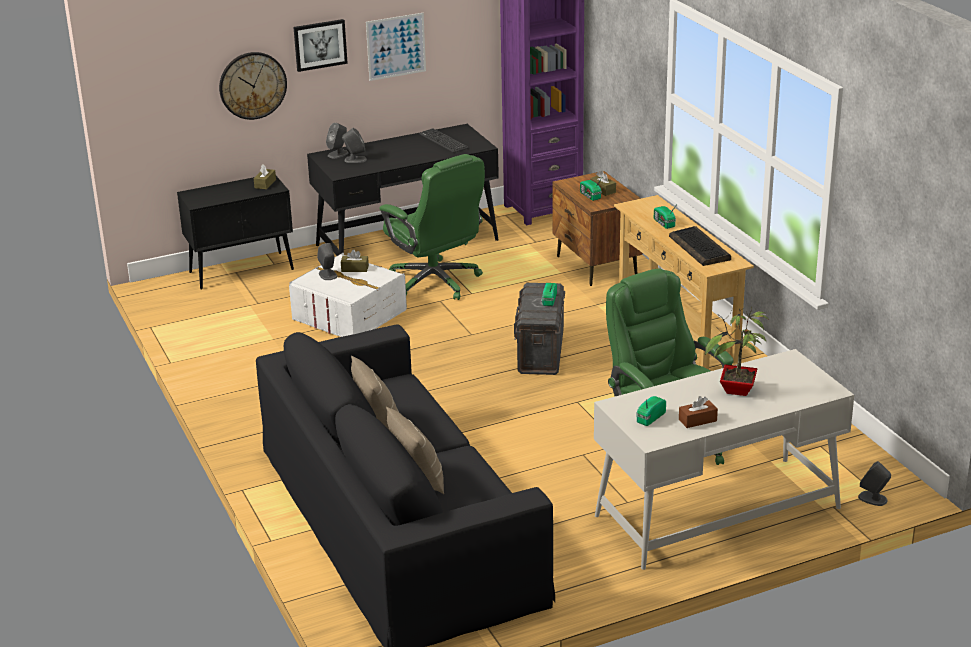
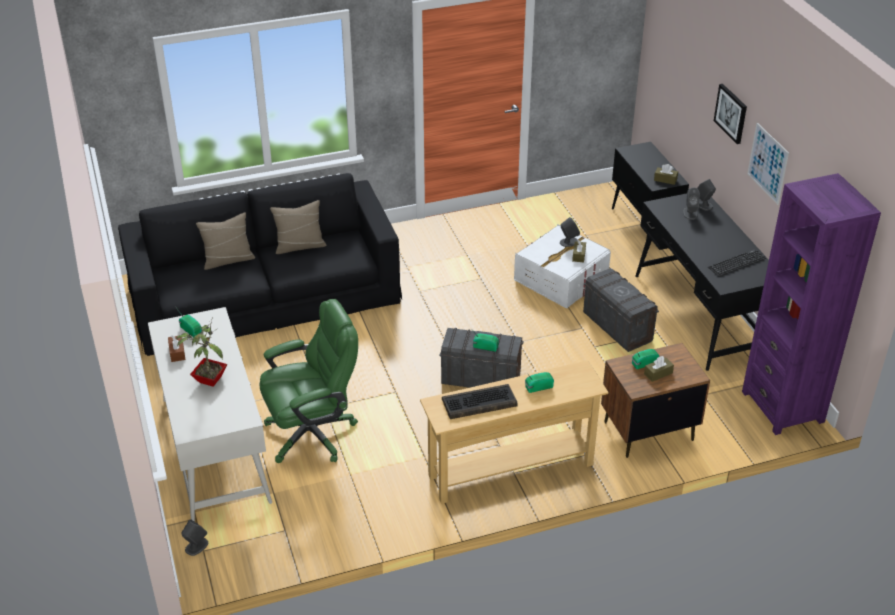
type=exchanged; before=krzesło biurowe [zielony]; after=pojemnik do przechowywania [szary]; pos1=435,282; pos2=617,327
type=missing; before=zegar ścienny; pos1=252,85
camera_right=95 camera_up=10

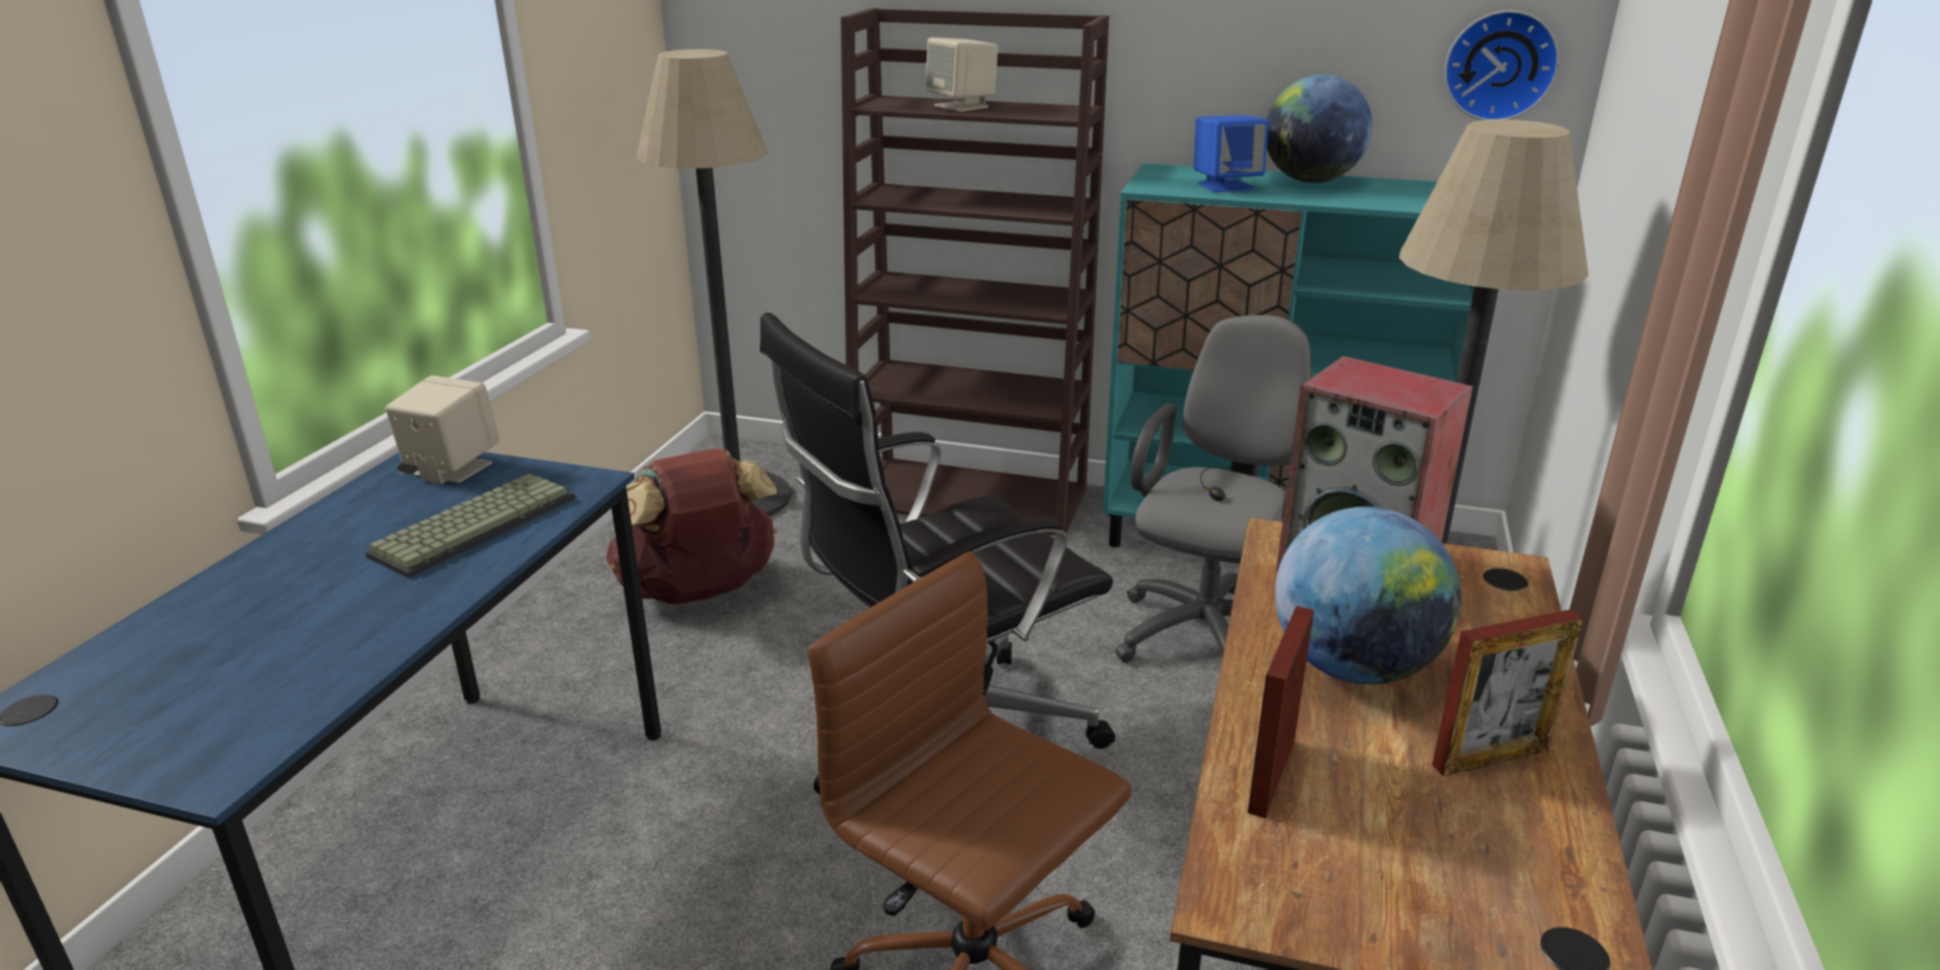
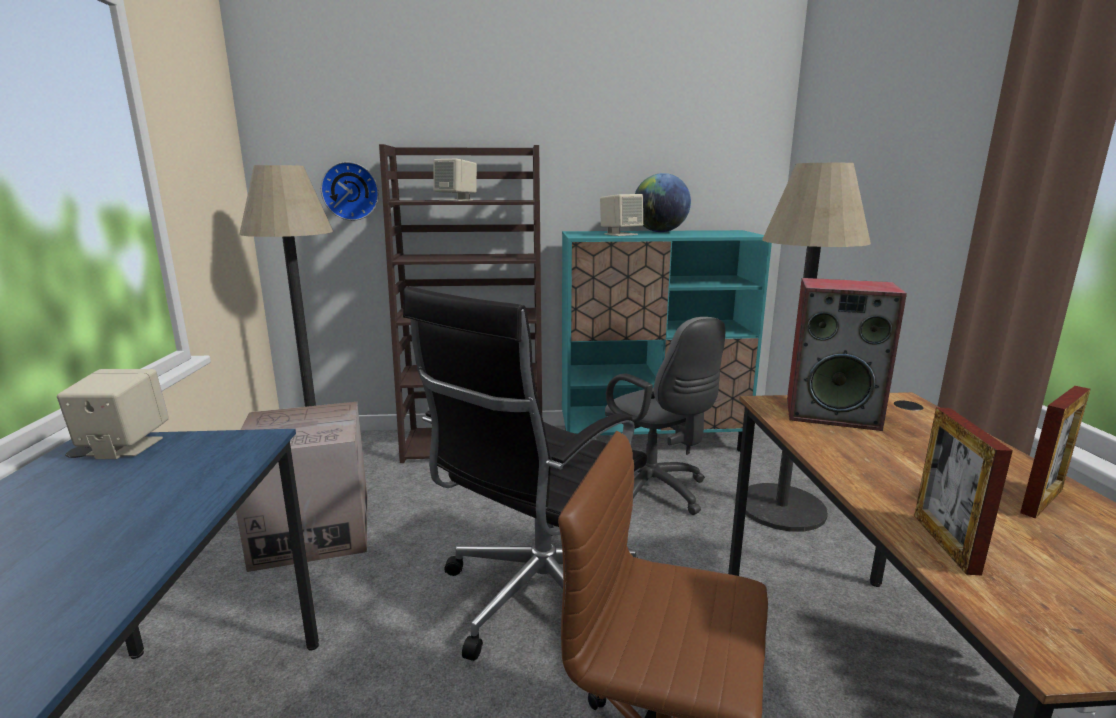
type=exchanged; before=plecak [brązowy]; after=karton; pos1=699,592; pos2=313,531
type=relocated; before=zegar ścienny; pos1=1500,65; pos2=351,191
type=colour; before=głośnik [niebieski]; after=głośnik [beżowy]; pos1=1226,186; pos2=620,234
type=spun; before=krzesło biurowe [szary]; pos1=1209,630; pos2=655,492; turn=135
type=missing; before=klawiatura; pos1=475,524
type=missing; before=globus; pos1=1353,667
camera_right=-20 camera_up=-10

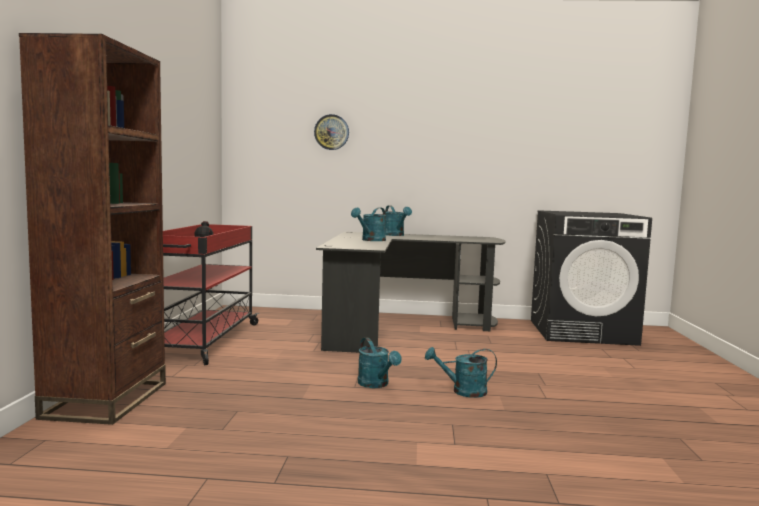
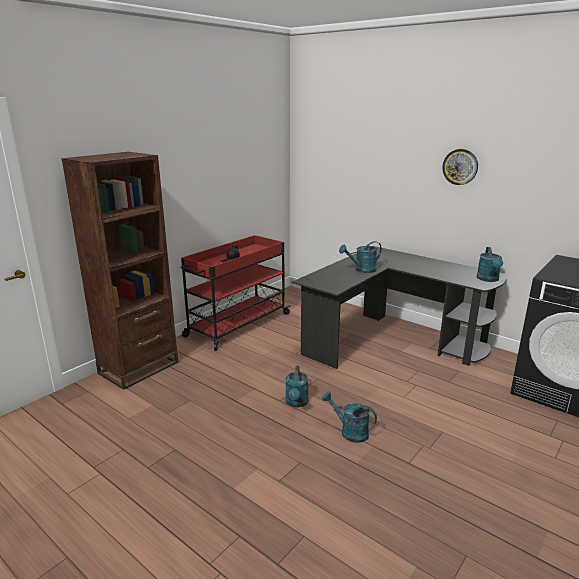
type=relocated; before=zegar ścienny; pos1=331,132; pos2=460,167
type=relocated; before=konewka [turkusowy]; pos1=395,235; pos2=488,279
camera_right=35 camera_up=15

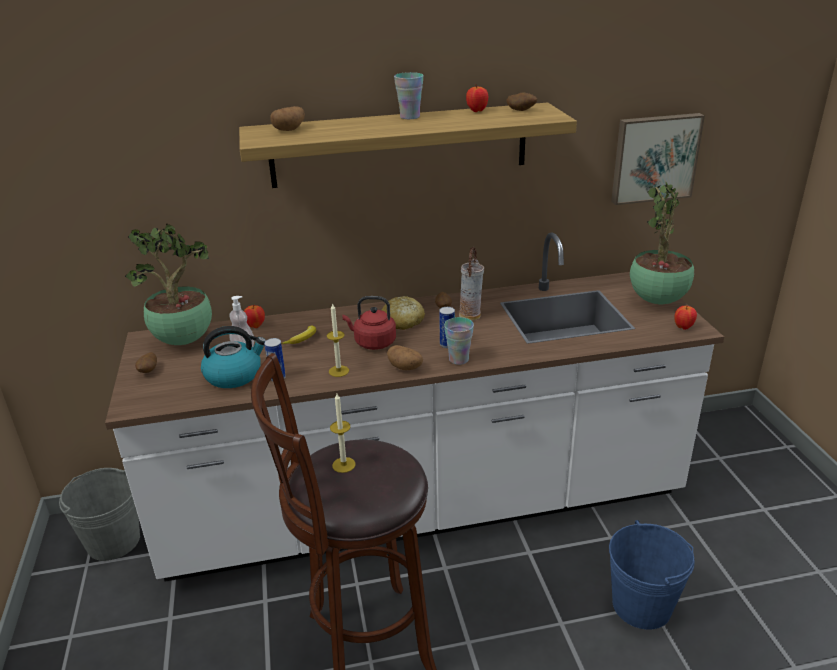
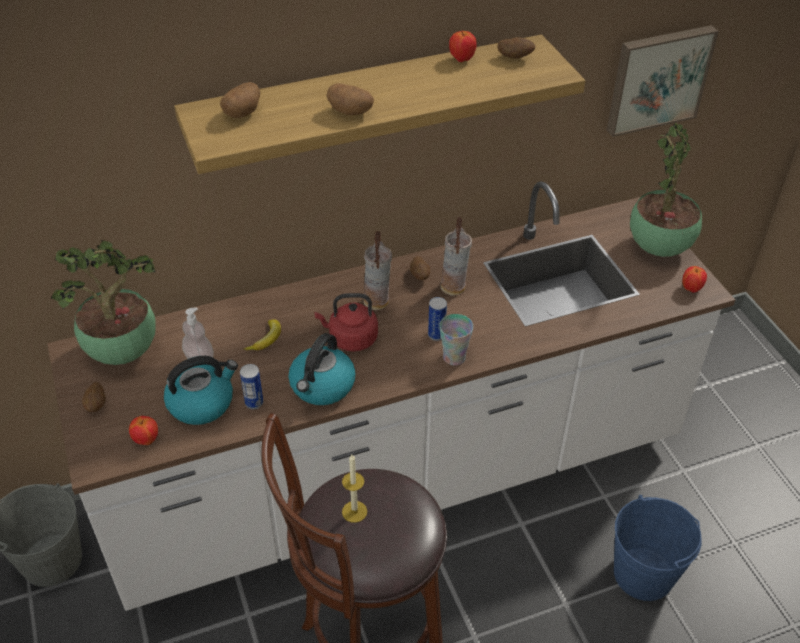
type=relocated; before=jabłko; pos1=255,326; pos2=146,440
type=exchanged; before=świeca; after=czajnik; pos1=339,371; pos2=322,386
type=relocated; before=ziemniak; pos1=405,368; pos2=351,112
type=exchanged; before=chleb; after=wazon; pos1=403,321; pos2=377,301
type=missing; before=filiżanka; pos1=410,117
camera_right=-10 camera_up=15

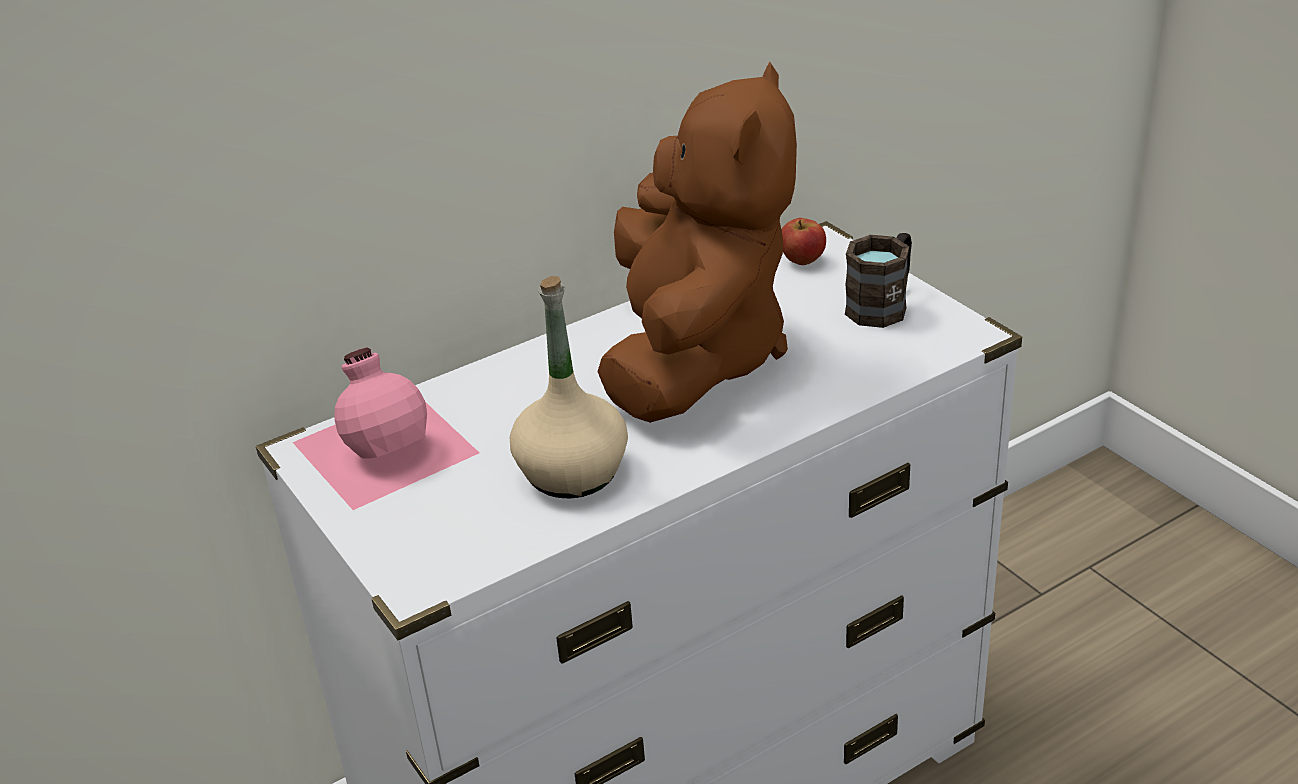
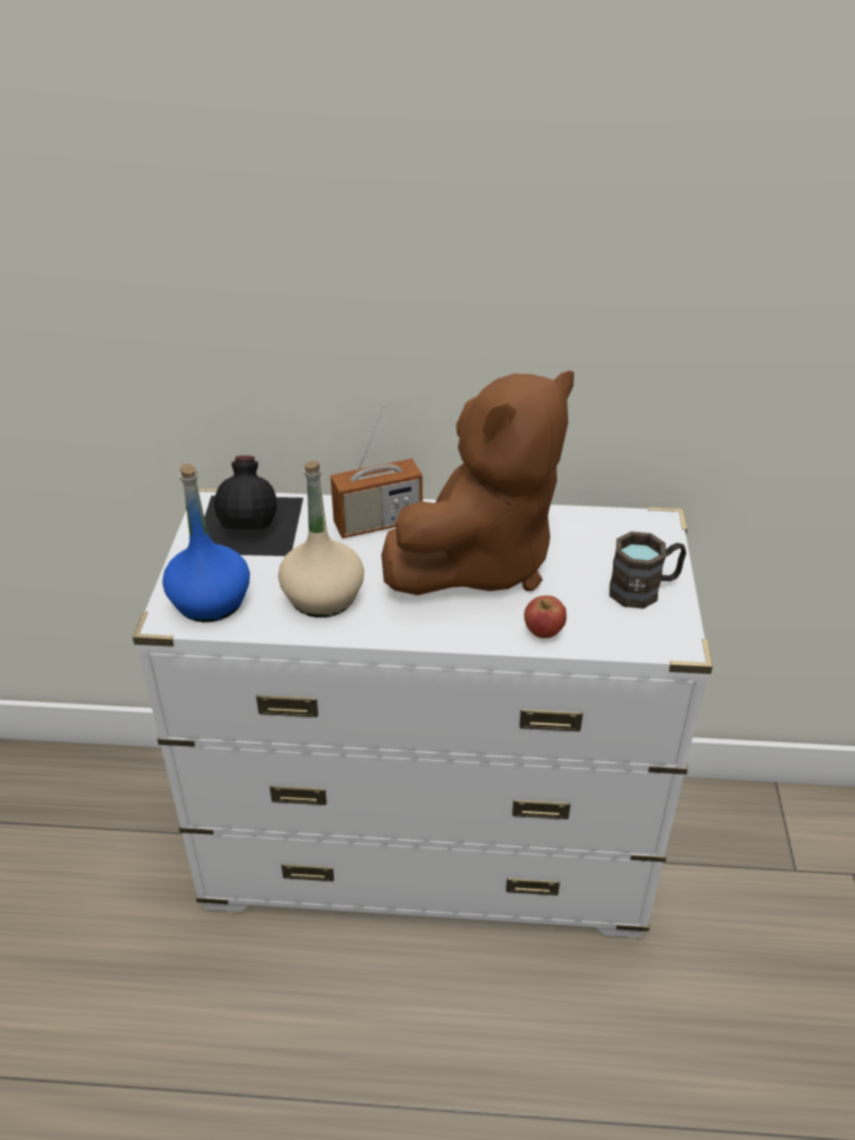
type=appeared; after=butelka [niebieski]; pos2=211,601
type=colour; before=butelka [różowy]; after=butelka [czarny]; pos1=386,445; pos2=251,523
type=appeared; after=radio; pos2=378,523
type=relocated; before=jabłko; pos1=802,260; pos2=544,632
camera_right=35 camera_up=5

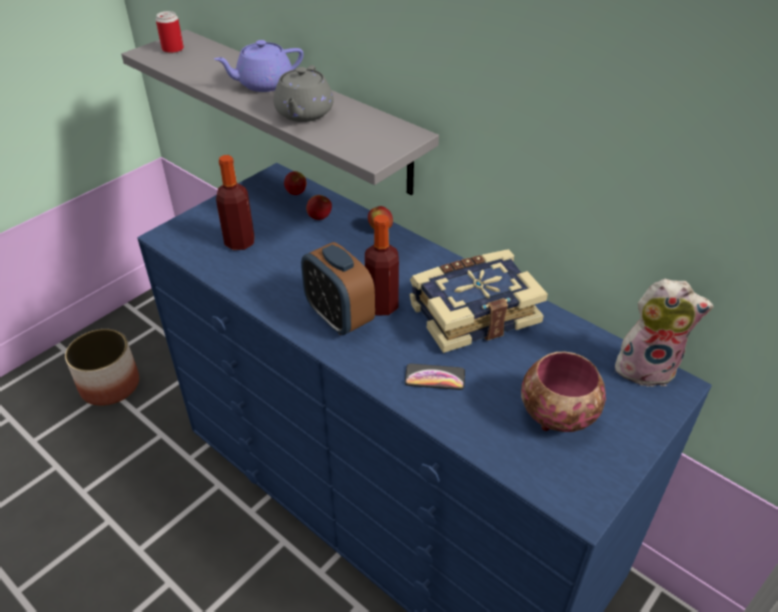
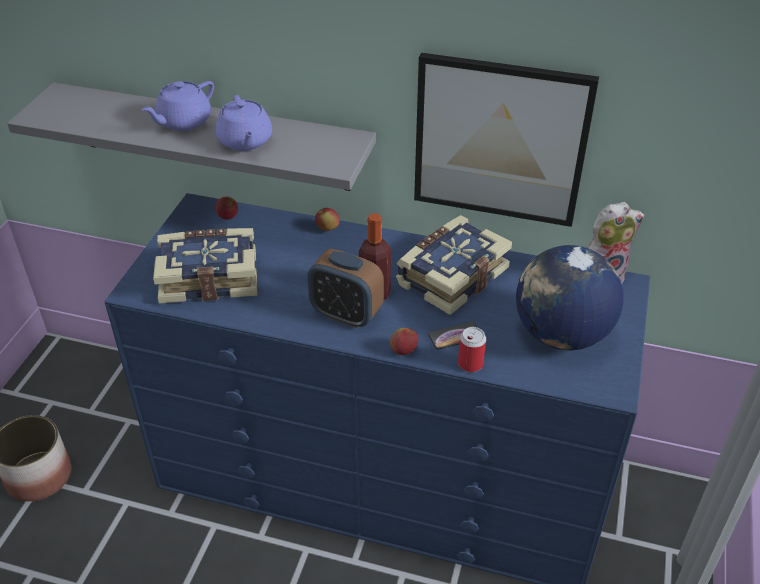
type=exchanged; before=butelka; after=książka; pos1=239,242; pos2=209,277
type=colour; before=imbryk [szary]; after=imbryk [fioletowy]; pos1=304,113; pos2=245,141
type=relocated; before=jabłko; pos1=319,217; pos2=403,350
type=appeared; after=obraz; pos2=500,140
type=relocated; before=puszka; pos1=173,49; pos2=470,364
type=exchanged; before=miska; after=globus; pos1=556,417; pos2=561,335
camera_right=-25 camera_up=0

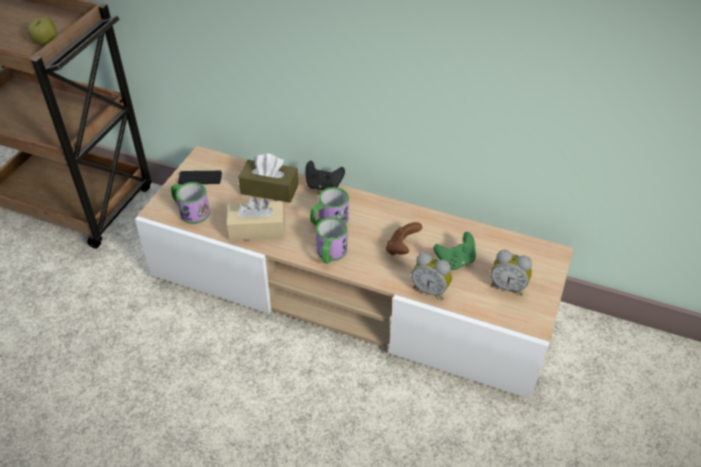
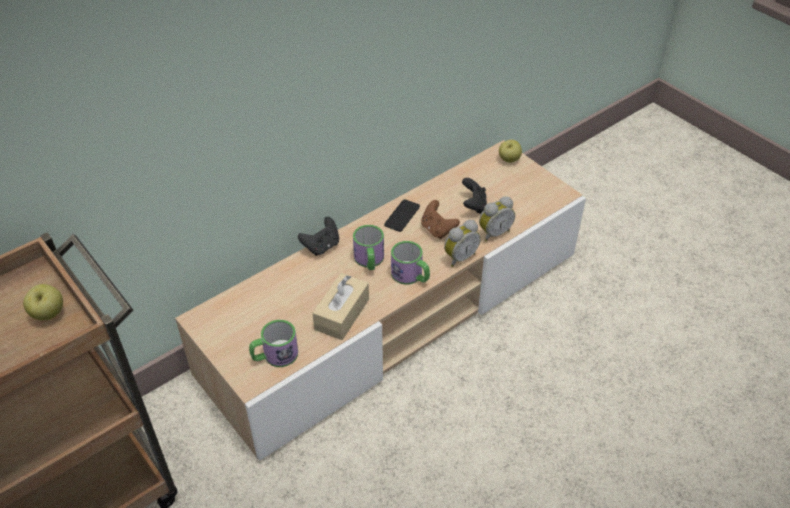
type=relocated; before=telefon; pos1=200,178; pos2=402,216
type=relocated; before=budzik; pos1=507,286; pos2=459,257
type=colour; before=pad do gier [zielony]; after=pad do gier [czarny]; pos1=455,261; pos2=473,206
type=appeared; after=jabłko; pos2=509,160
type=missing; before=pudełko chusteczek [brązowy]; pos1=269,189
camera_right=-60 camera_up=0

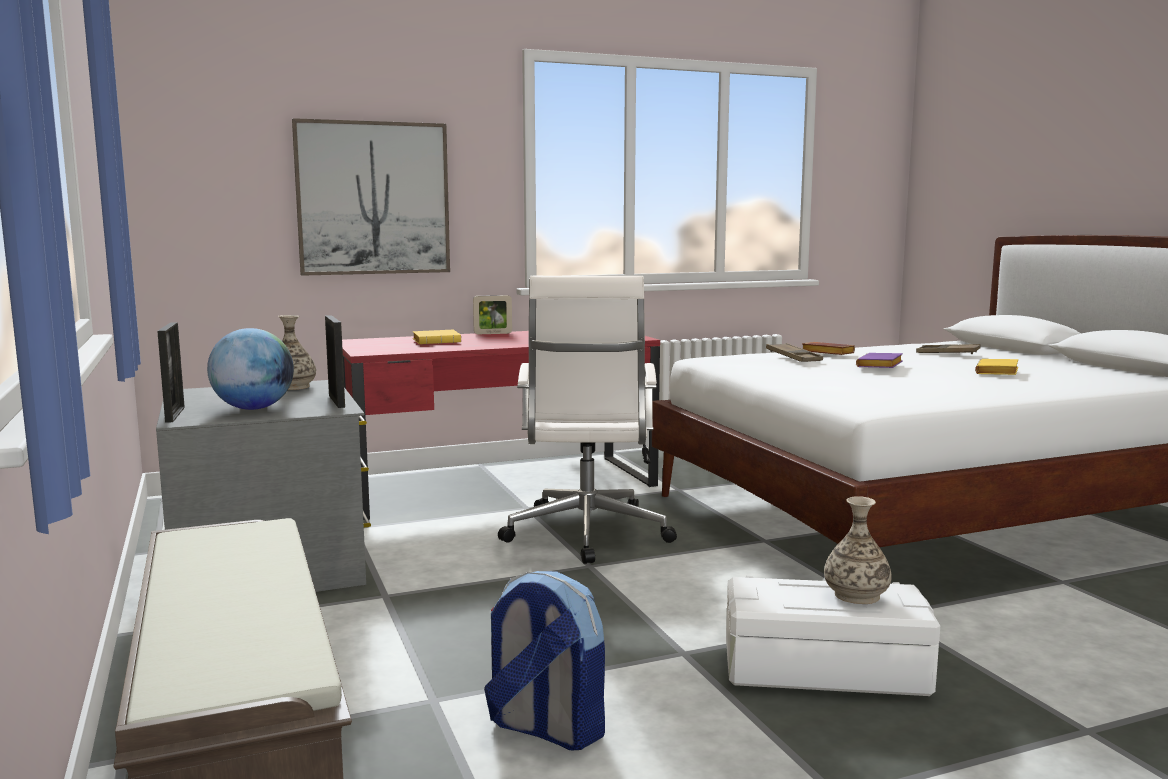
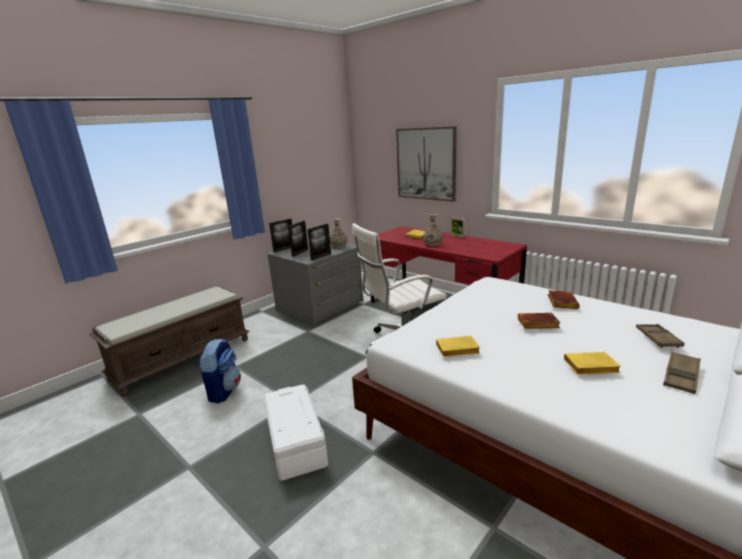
type=exchanged; before=globus; after=ramka na zdjęcie; pos1=253,408; pos2=300,253
type=relocated; before=wazon; pos1=856,595; pos2=432,244
type=appeared; after=książka [żółty]; pos2=456,350
type=colour; before=książka [fioletowy]; after=książka [brązowy]; pos1=880,366; pos2=537,324
type=relocated; before=taca [brązowy]; pos1=793,357; pos2=681,376
camera_right=65 camera_up=10

